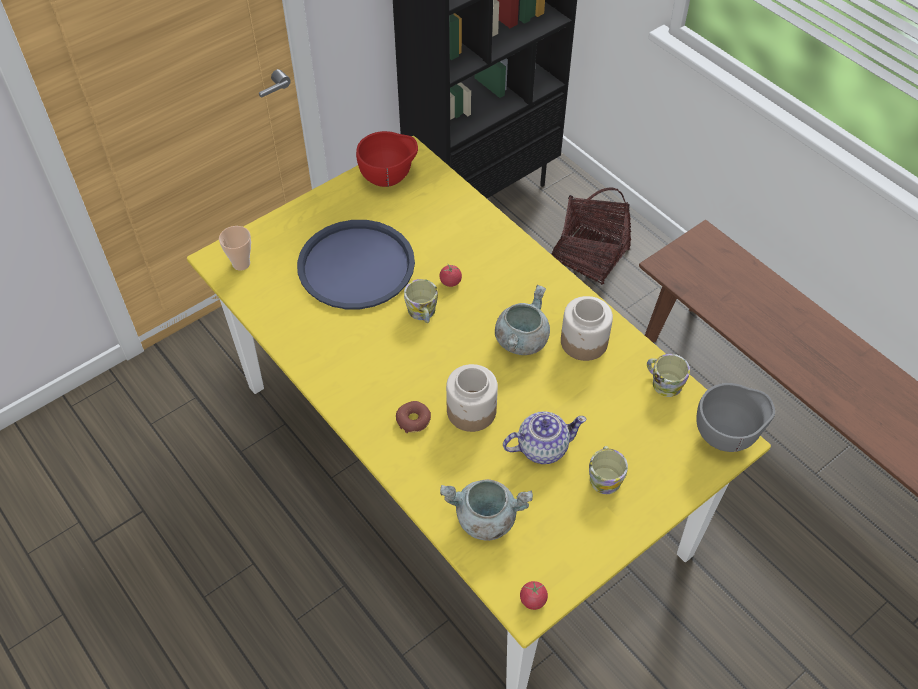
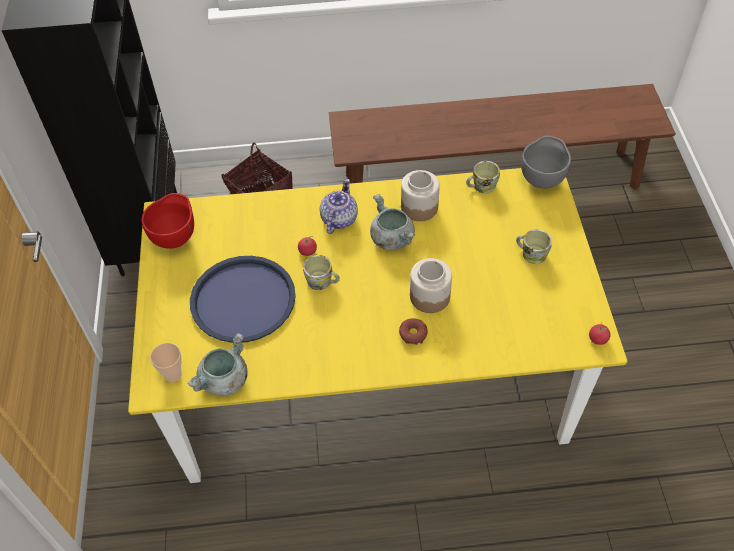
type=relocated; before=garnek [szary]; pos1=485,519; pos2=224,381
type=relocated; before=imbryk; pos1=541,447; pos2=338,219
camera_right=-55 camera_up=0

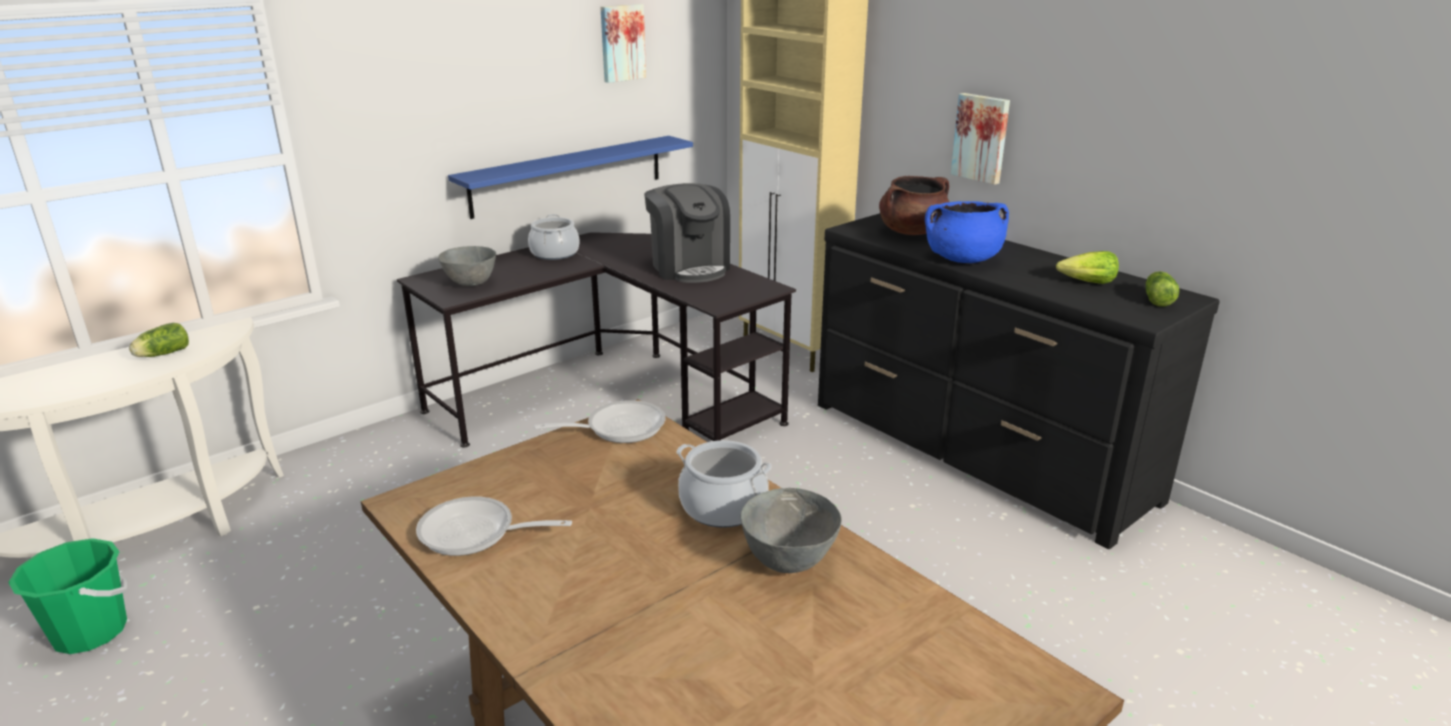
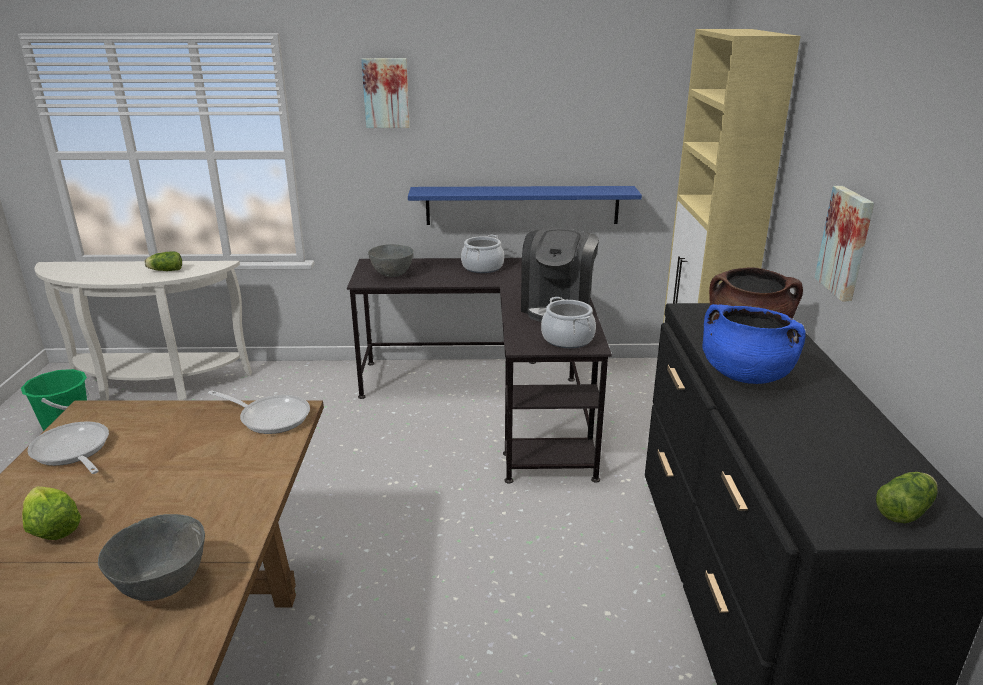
type=relocated; before=sałata; pos1=1087,283; pos2=52,528
type=relocated; before=obraz; pos1=621,42; pos2=386,93
type=relocated; before=garnek; pos1=723,507; pos2=567,339
camera_right=40 camera_up=0

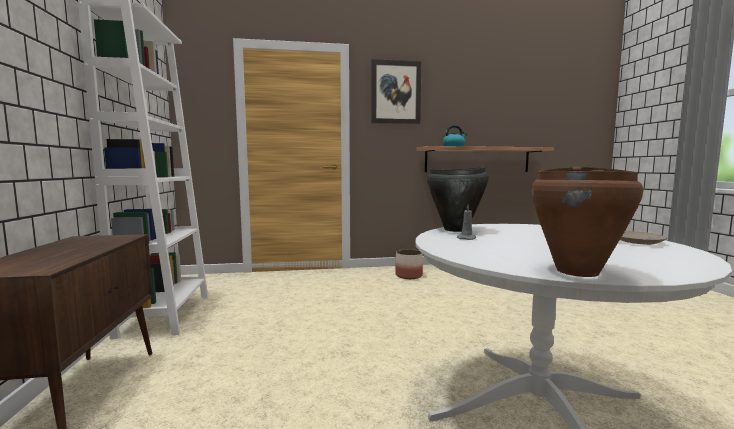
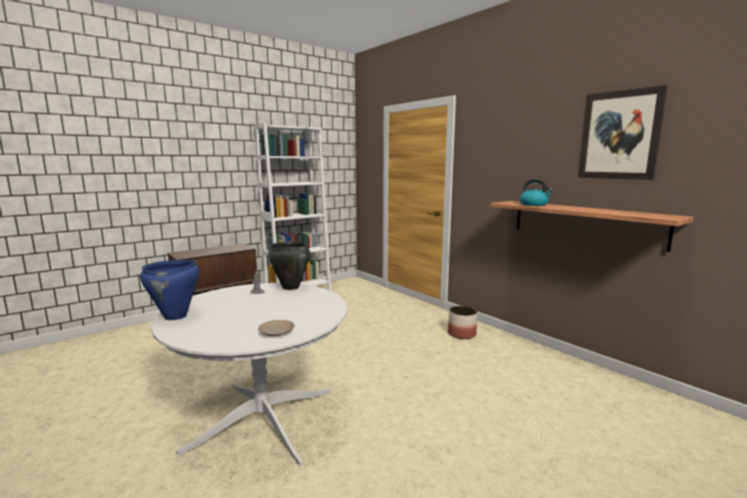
type=colour; before=garnek [brązowy]; after=garnek [niebieski]; pos1=578,271; pos2=175,316
type=relocated; before=obraz; pos1=395,92; pos2=619,135
camera_right=60 camera_up=5

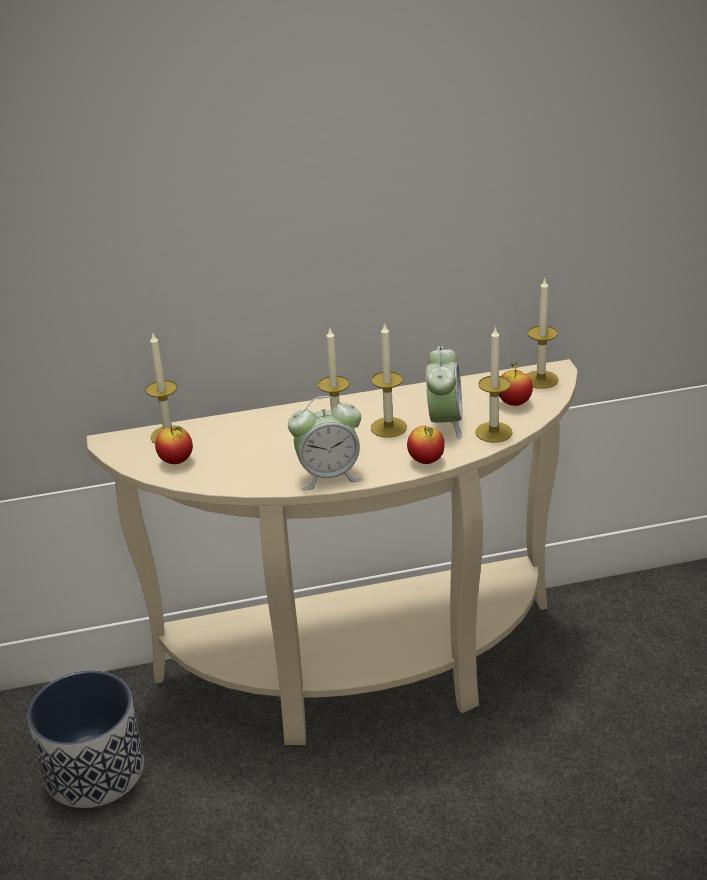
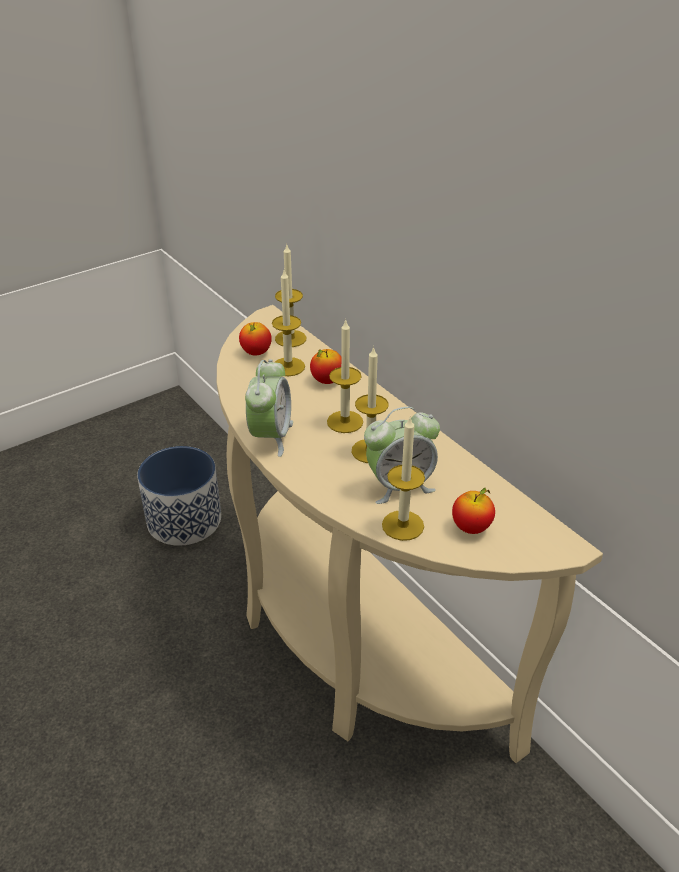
type=spun; before=budzik; pos1=328,476; pos2=271,436; turn=-135
type=relocated; before=świeca; pos1=540,379; pos2=288,367
type=relocated; before=jabłko; pos1=426,461; pos2=327,381
camera_right=65 camera_up=5

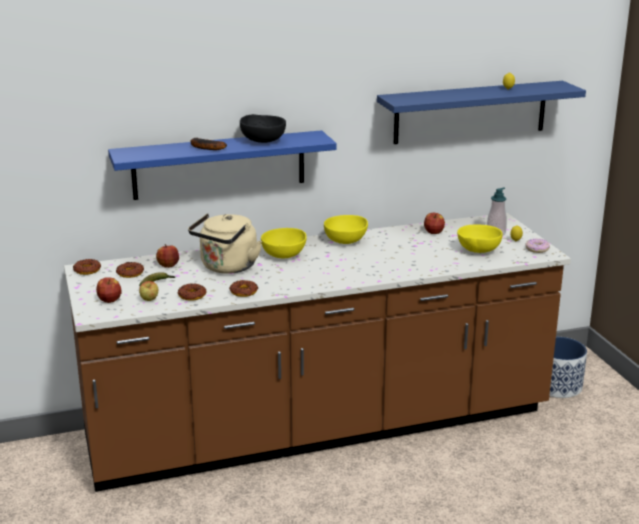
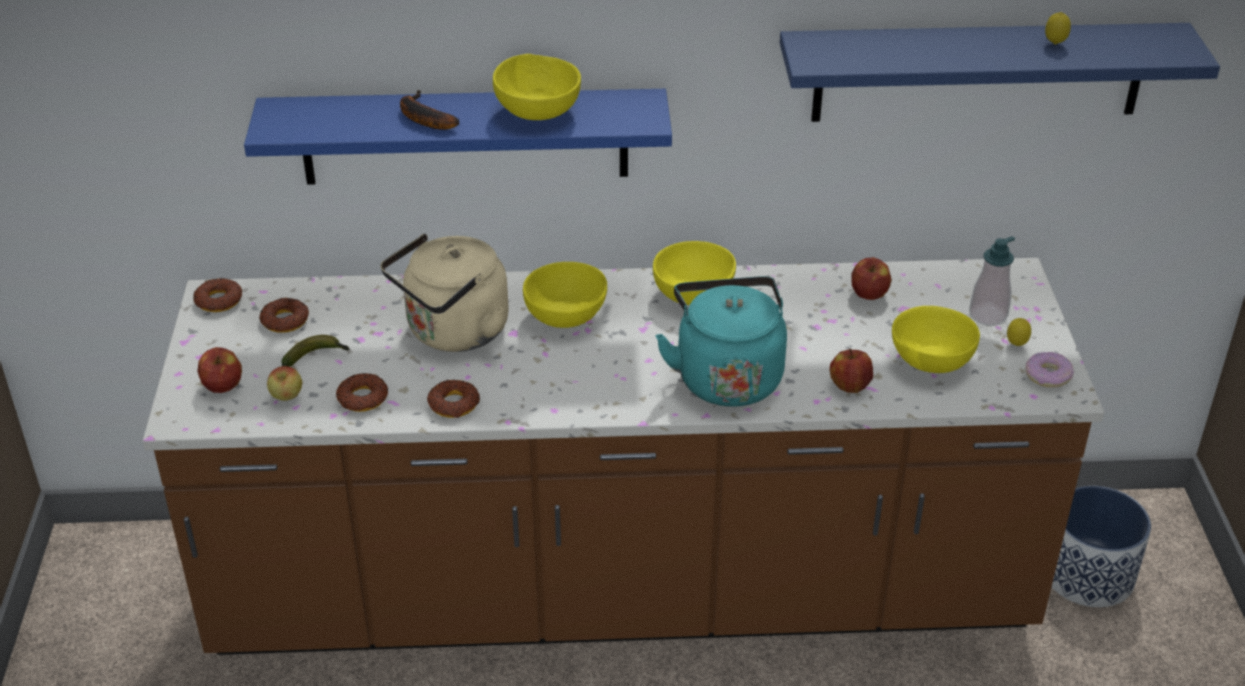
type=colour; before=miska [czarny]; after=miska [żółty]; pos1=263,141; pos2=538,111
type=appeared; after=czajnik [turkusowy]; pos2=726,376
type=relocated; before=jabłko; pos1=168,266; pos2=849,386
camera_right=15 camera_up=15

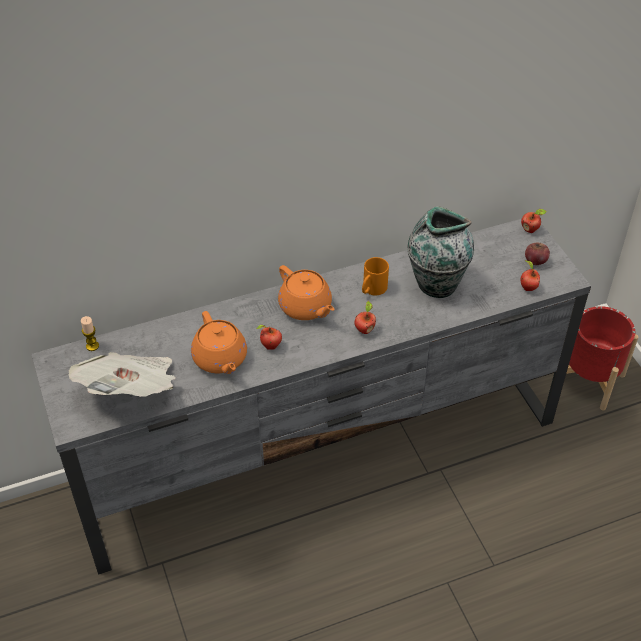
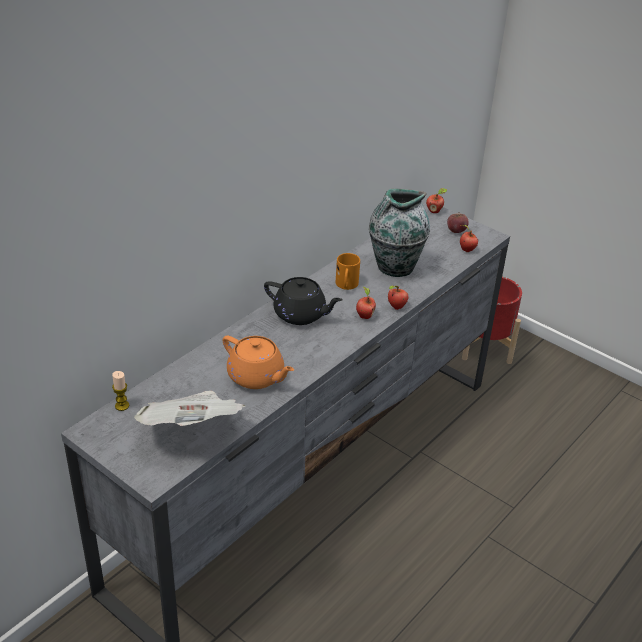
type=colour; before=imbryk [pomarańczowy]; after=imbryk [czarny]; pos1=306,307; pos2=301,314
type=relocated; before=jabłko; pos1=270,346; pos2=396,307
camera_right=-30 camera_up=-10

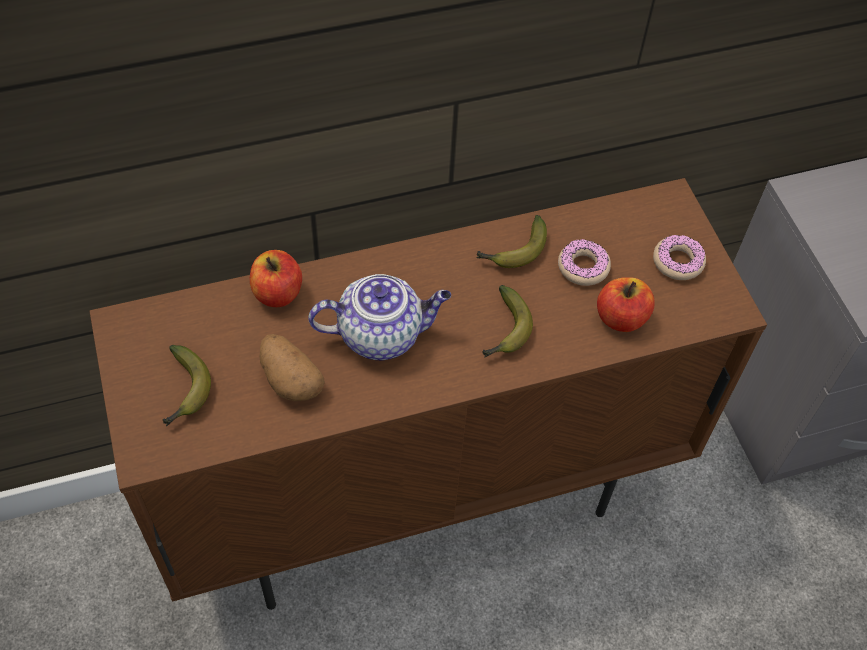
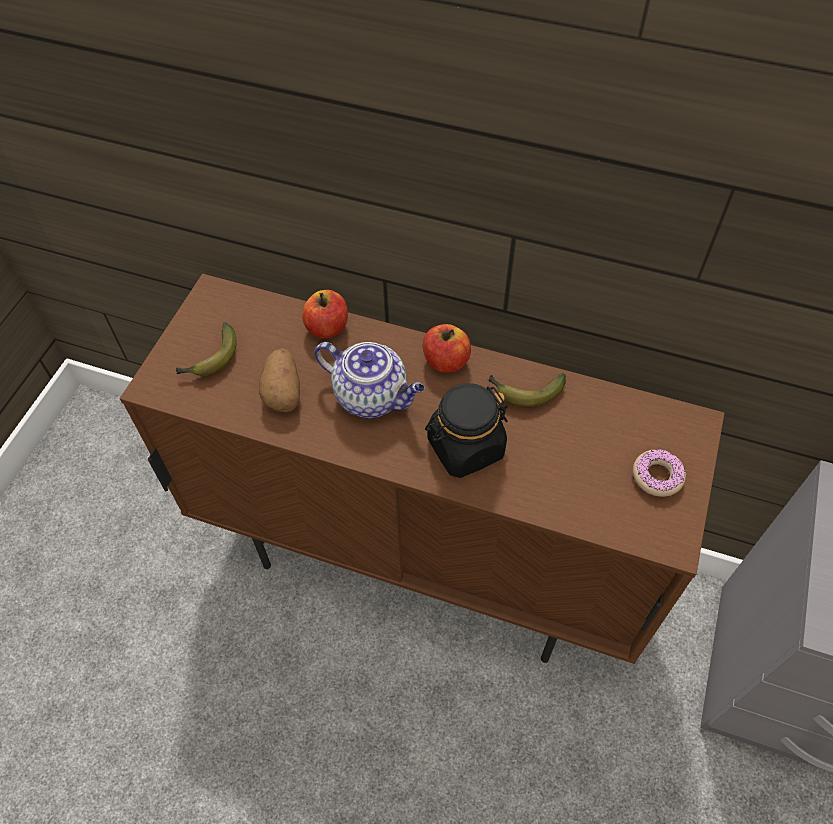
type=relocated; before=jabłko; pos1=621,318; pos2=446,361
type=exchanged; before=banan; after=słoik [czarny]; pos1=505,331; pos2=465,447
type=missing; before=donut; pos1=583,267
camera_right=40 camera_up=0

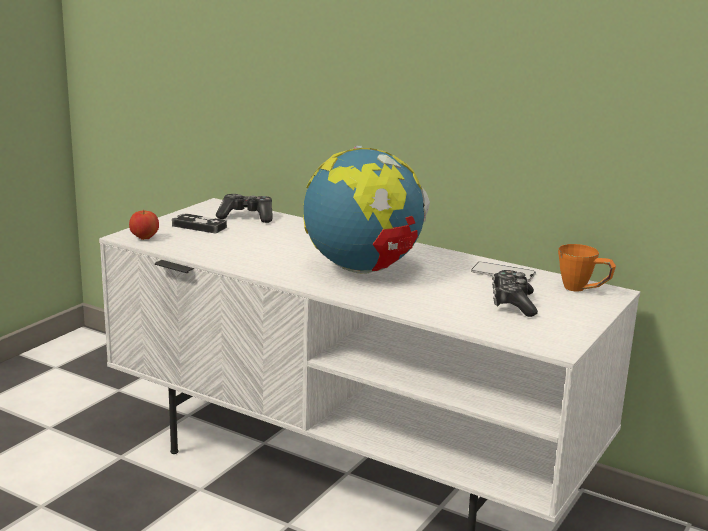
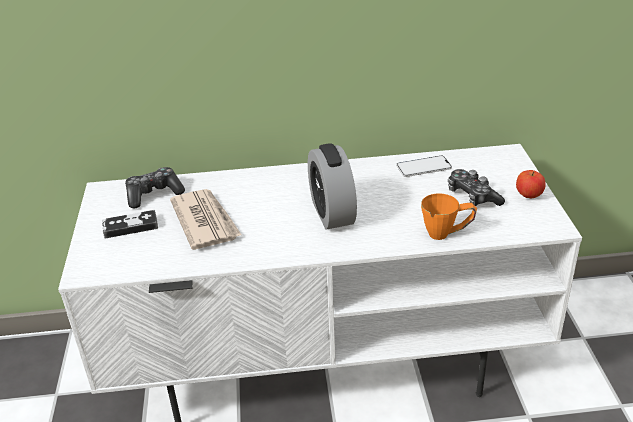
type=appeared; after=gazeta; pos2=205,221
type=exchanged; before=globus; after=budzik; pos1=363,269; pos2=332,213
type=relocated; before=kubek [pomarańczowy]; pos1=583,290; pos2=447,233
type=relocated; before=jabłko; pos1=144,238; pos2=529,196
camera_right=-35 camera_up=15

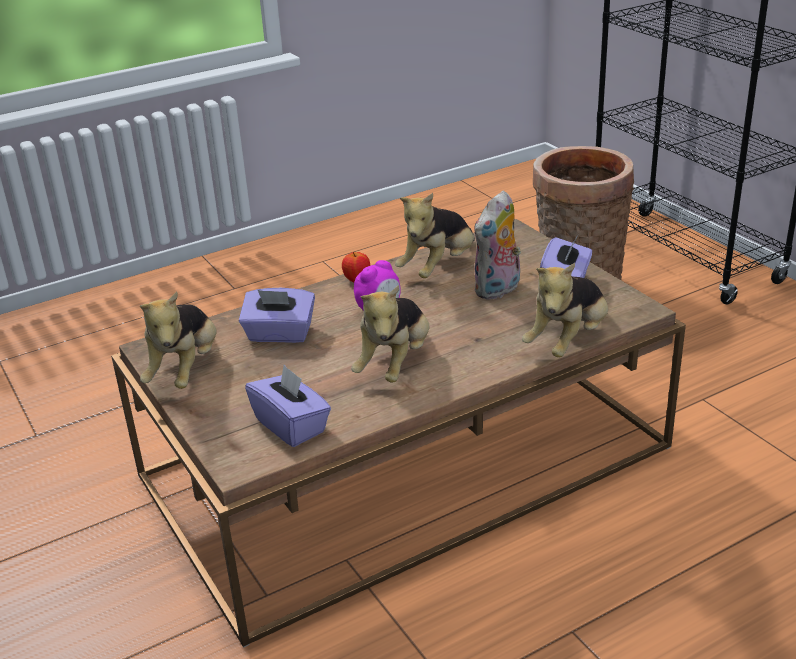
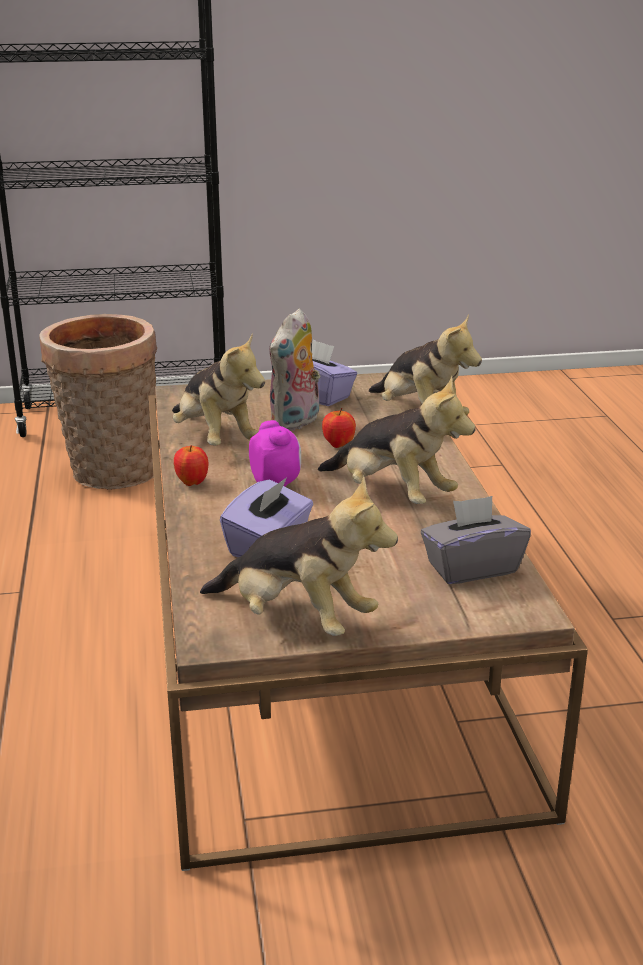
type=spun; before=pluszak; pos1=498,290; pos2=296,422; turn=60
type=appeared; after=jabłko; pos2=338,445
type=colour; before=pudełko chusteczek [fioletowy]; after=pudełko chusteczek [szary]; pos1=291,426; pos2=472,568
camera_right=-70 camera_up=-5

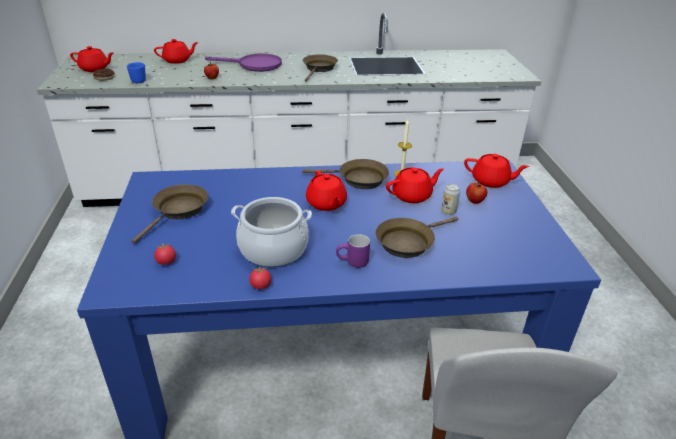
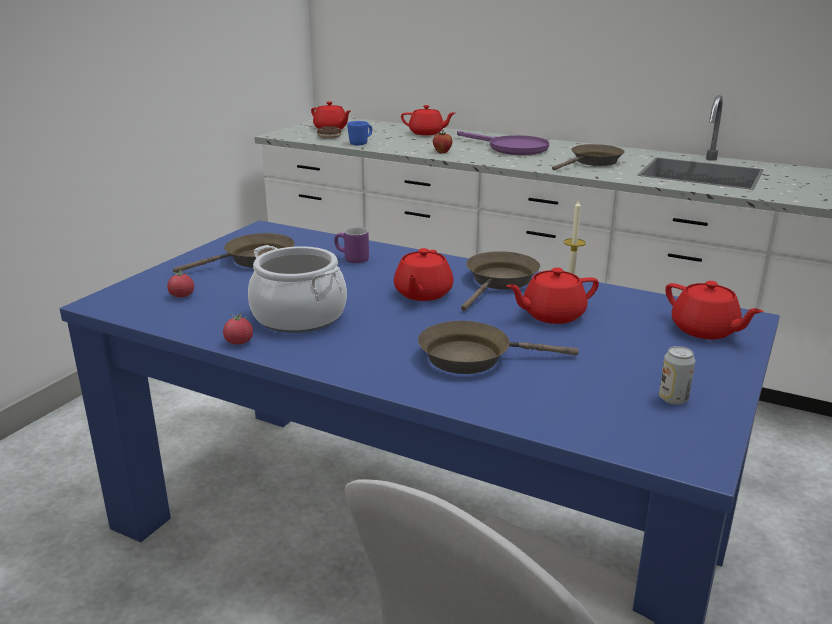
type=relocated; before=kubek [fioletowy]; pos1=352,263; pos2=351,259
type=spun; before=patelnia [brązowy]; pos1=358,179; pos2=500,281; turn=-105
type=spun; before=imbryk [czerwony]; pos1=412,196; pos2=551,315; turn=150
type=relocated; before=puszka; pos1=448,211; pos2=673,399
type=missing; before=jabłko; pos1=474,201
camera_right=35 camera_up=-10

